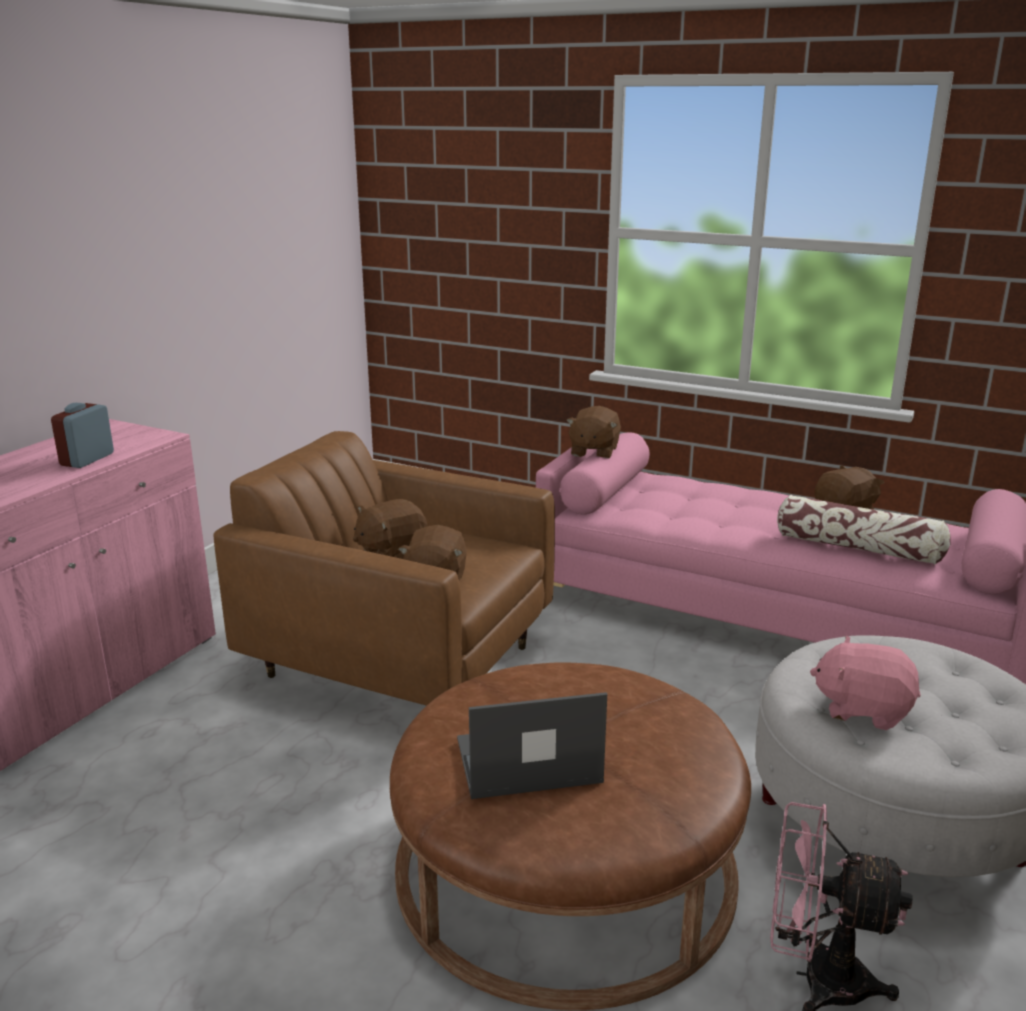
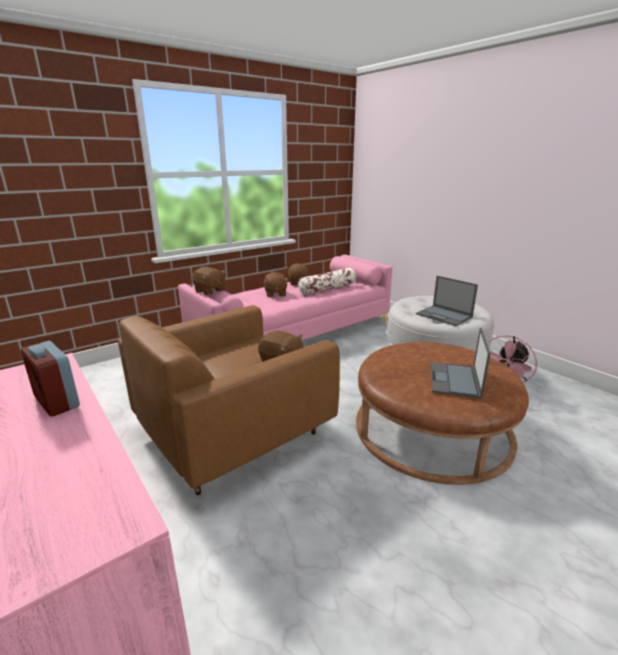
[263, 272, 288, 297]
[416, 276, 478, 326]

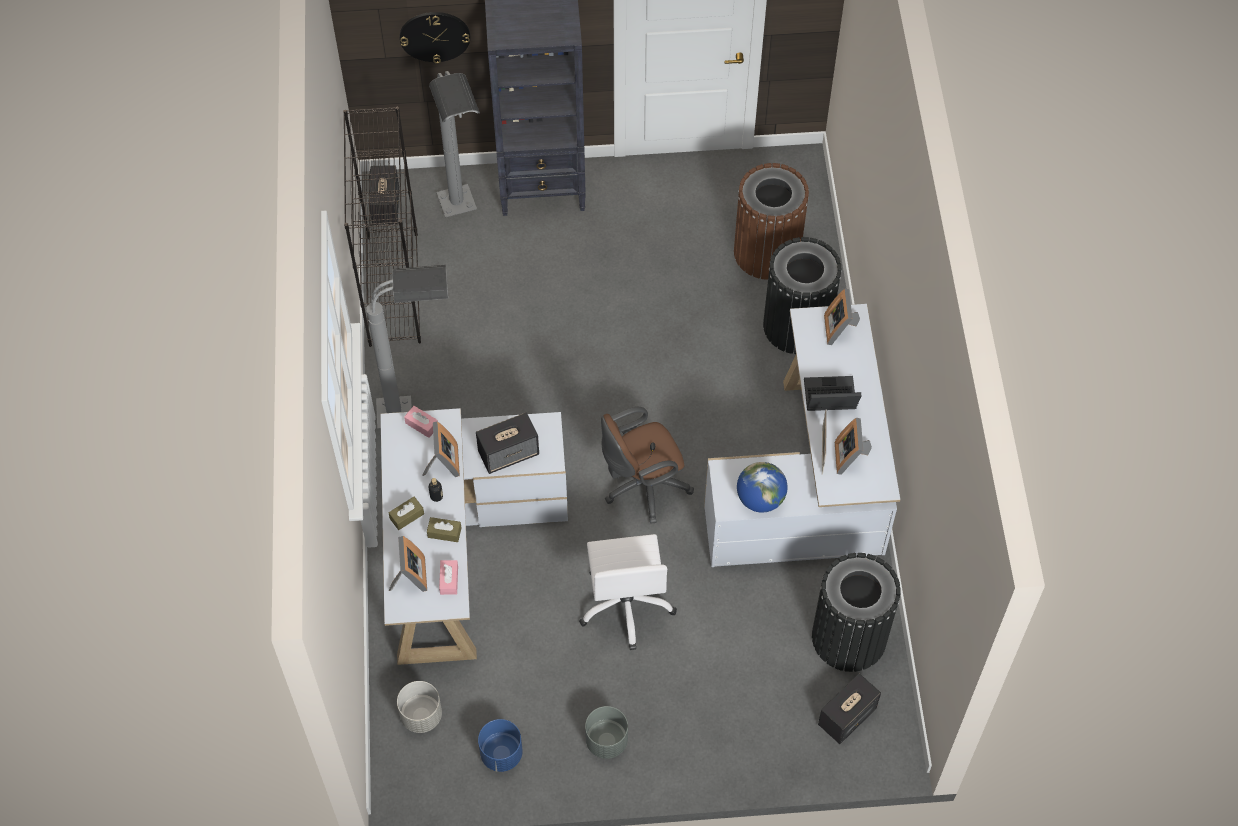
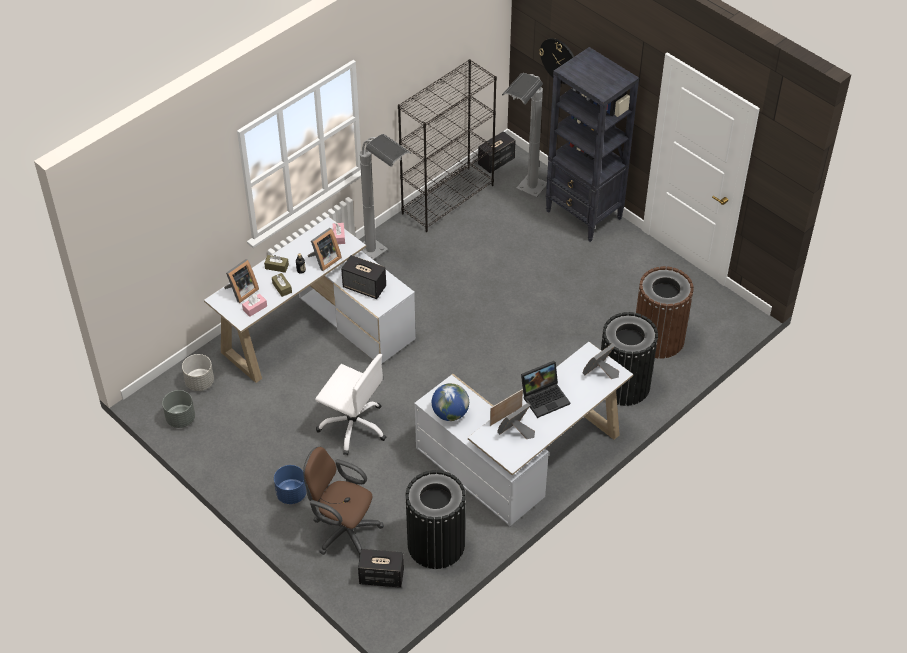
[274, 465, 307, 504]
[162, 390, 195, 428]
[303, 447, 384, 557]
[315, 354, 386, 455]
[521, 361, 570, 418]

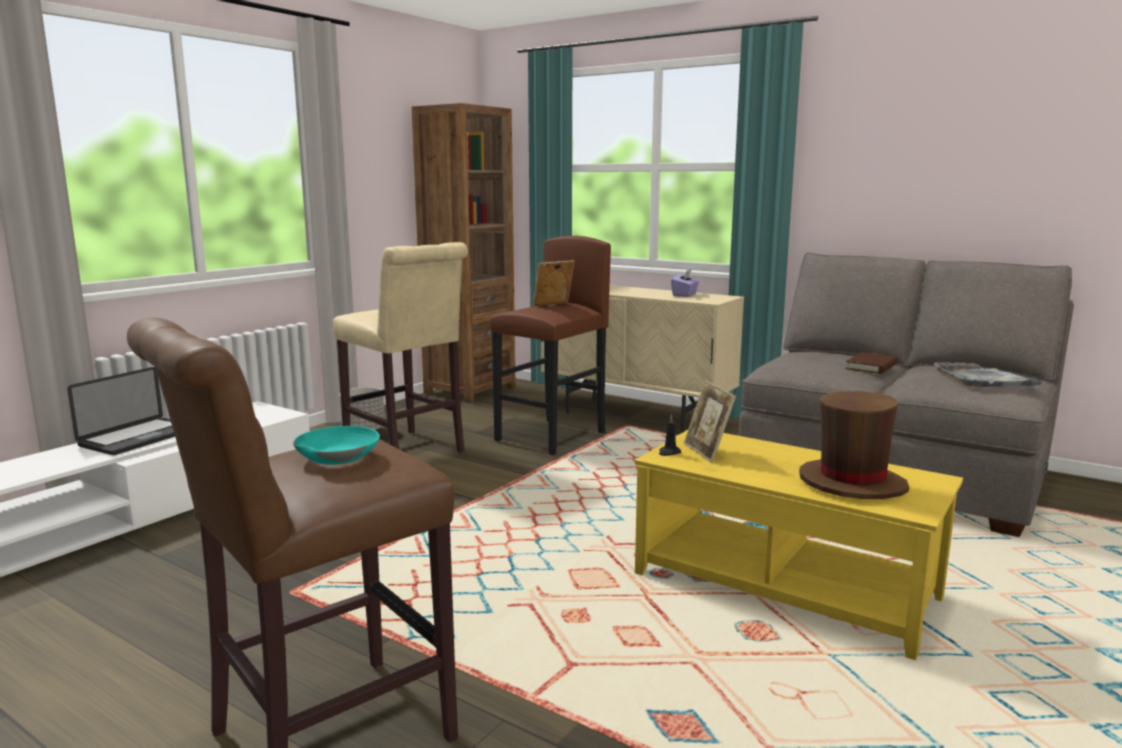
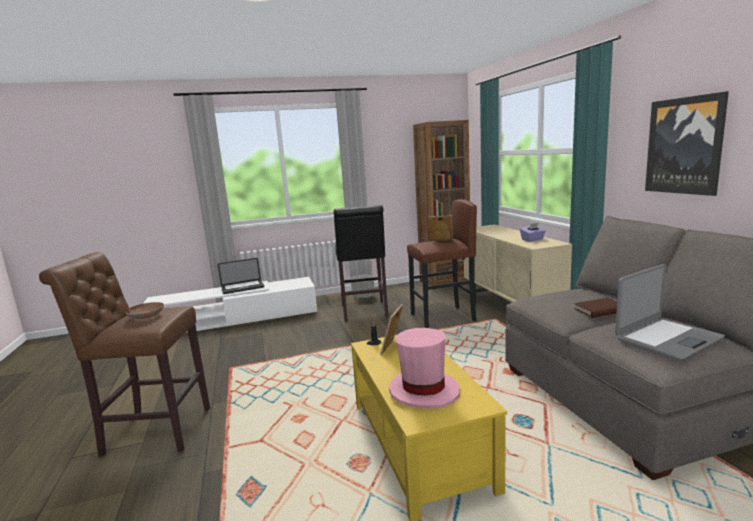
[645, 91, 729, 196]
[615, 264, 725, 360]
[126, 302, 164, 319]
[334, 205, 388, 322]
[389, 328, 459, 409]

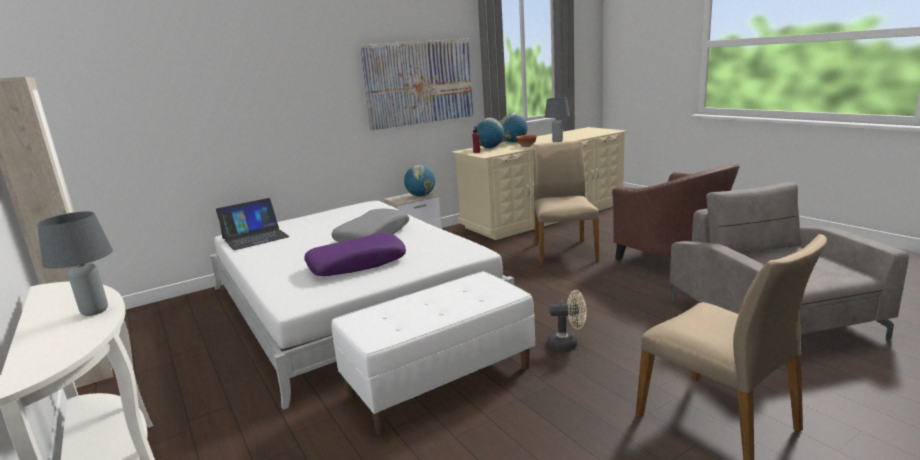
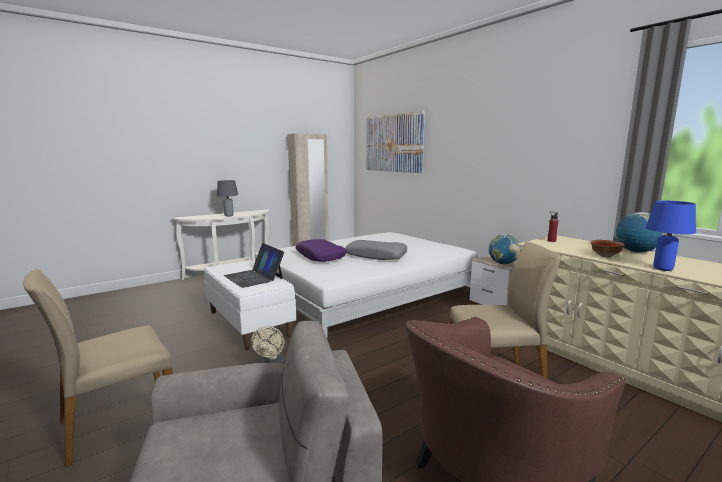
[476, 118, 505, 148] (first image)
[224, 243, 284, 288]
[366, 111, 425, 173]
[646, 200, 696, 271]

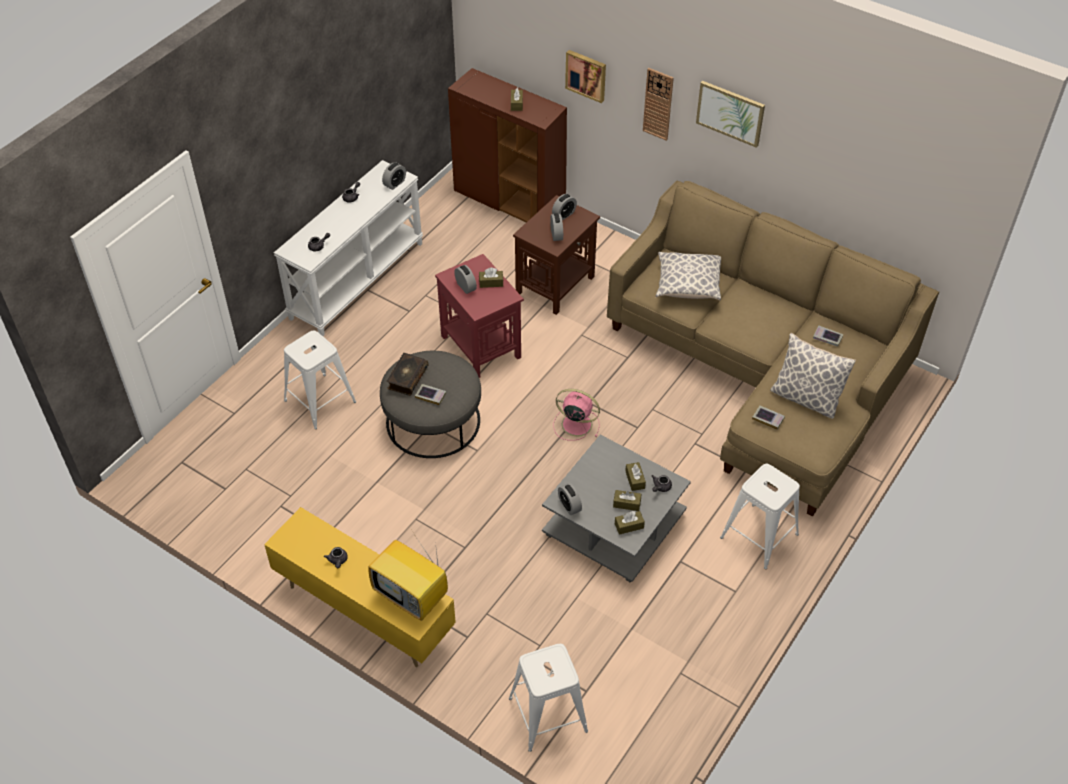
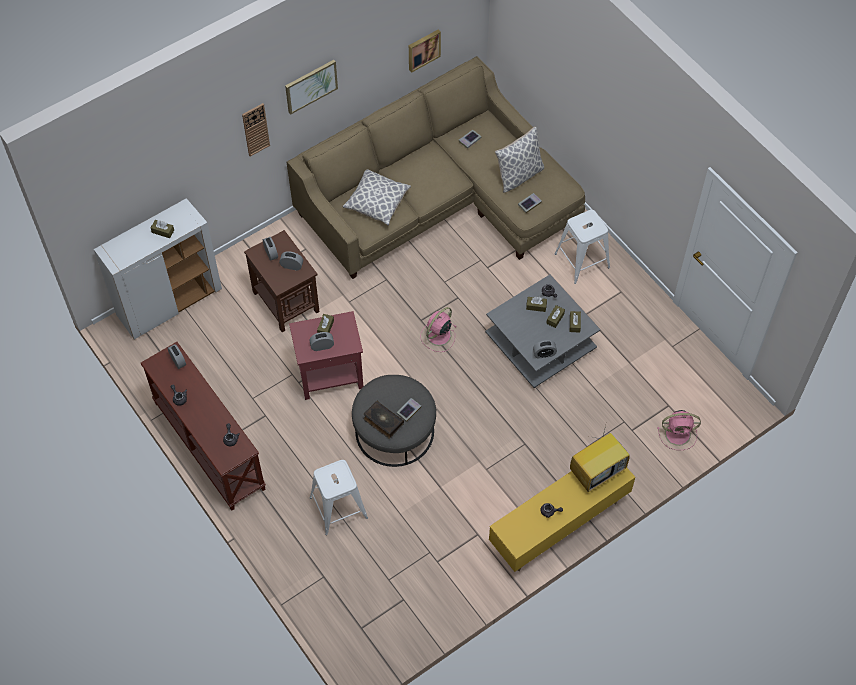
[409, 30, 441, 73]
[658, 410, 701, 450]
[141, 342, 266, 511]
[94, 198, 222, 339]

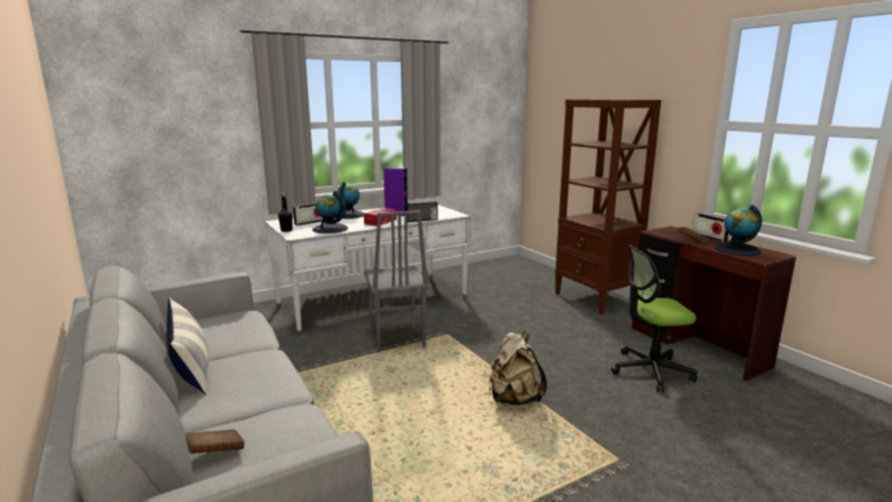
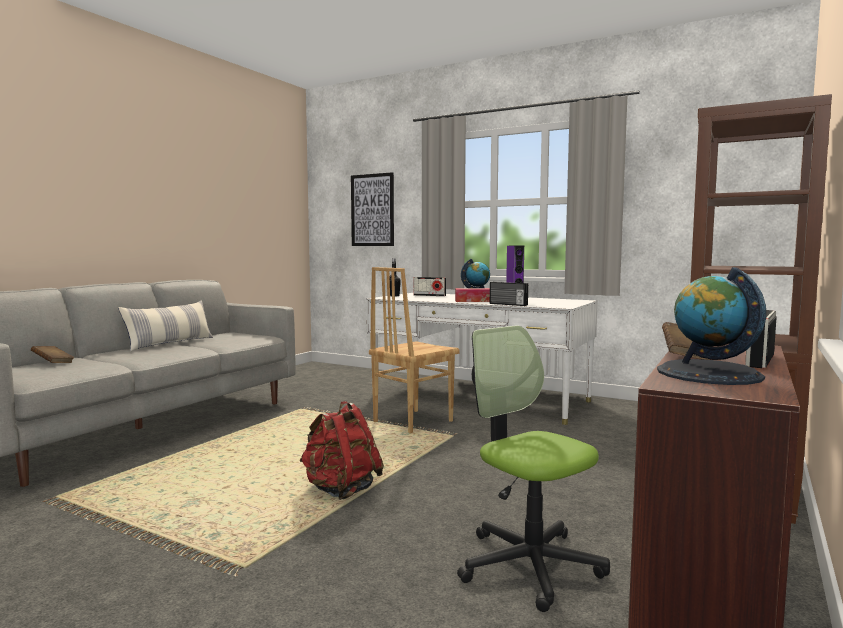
[312, 191, 348, 234] (first image)
[351, 172, 394, 246]
[369, 267, 460, 434]
[299, 401, 384, 500]

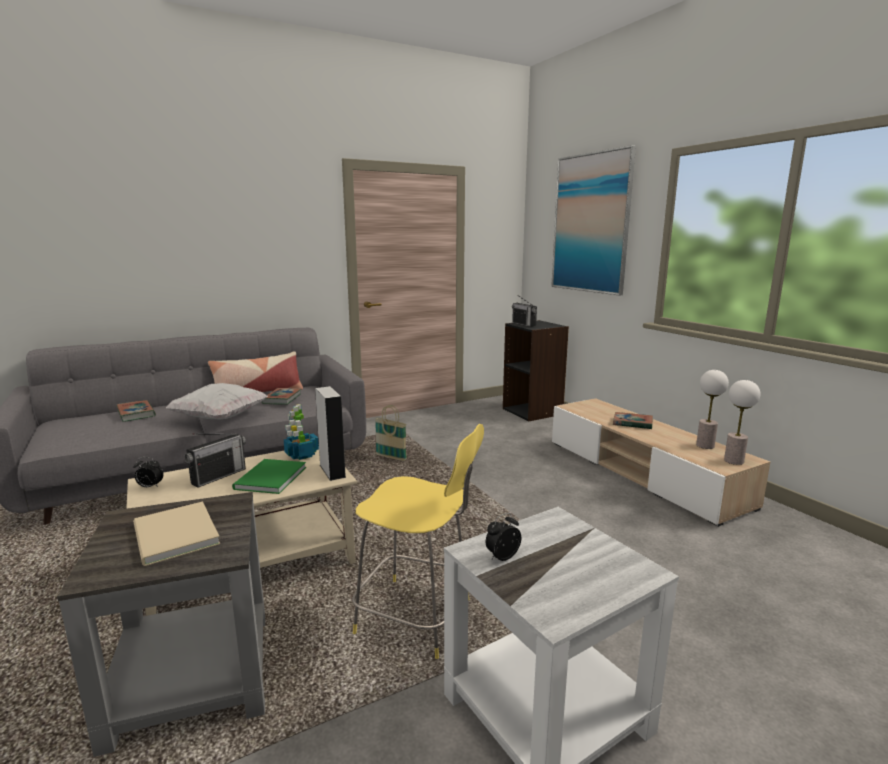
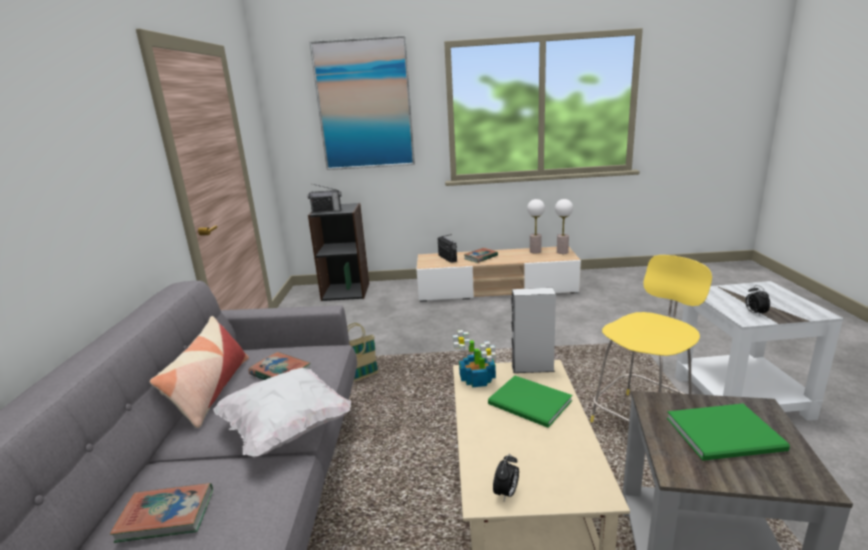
[438, 234, 457, 263]
[667, 404, 790, 461]

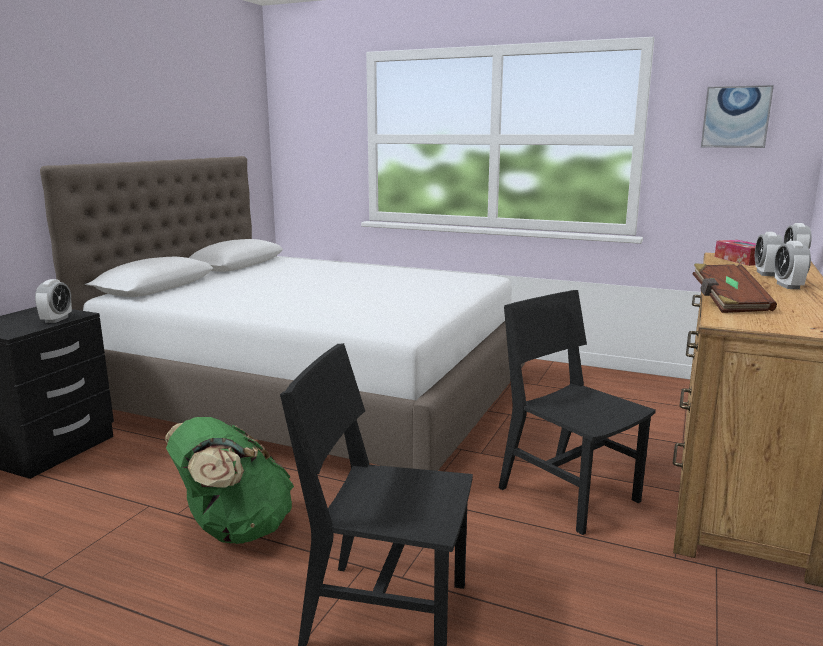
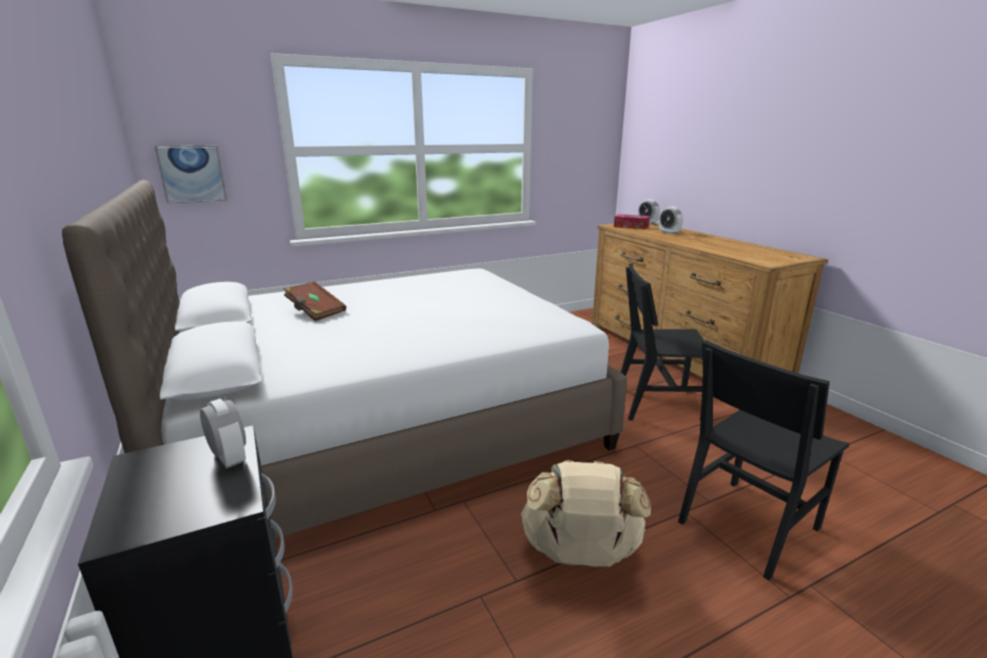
[774, 241, 811, 289] (first image)
[284, 281, 346, 321]
[154, 146, 227, 204]
[521, 460, 651, 567]

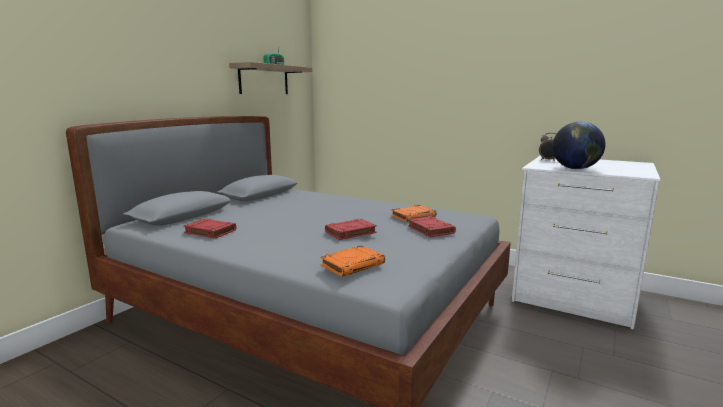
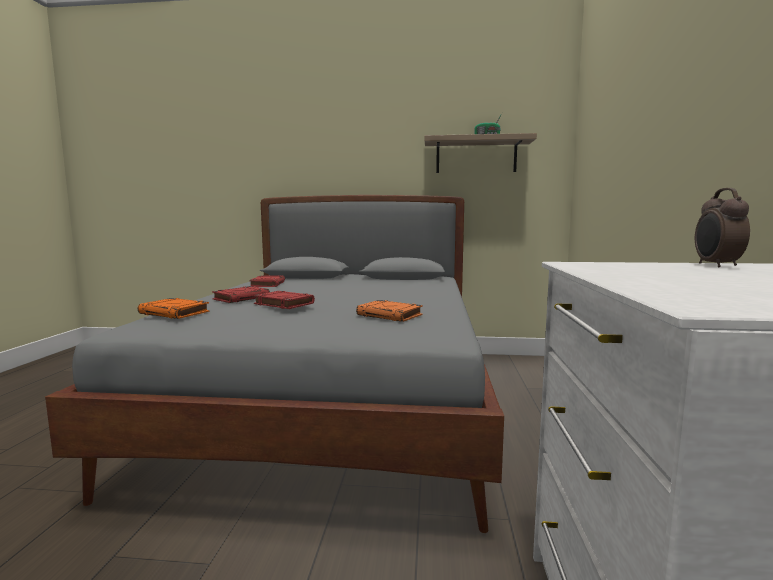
[552, 122, 606, 169] (first image)
[212, 286, 270, 303]

